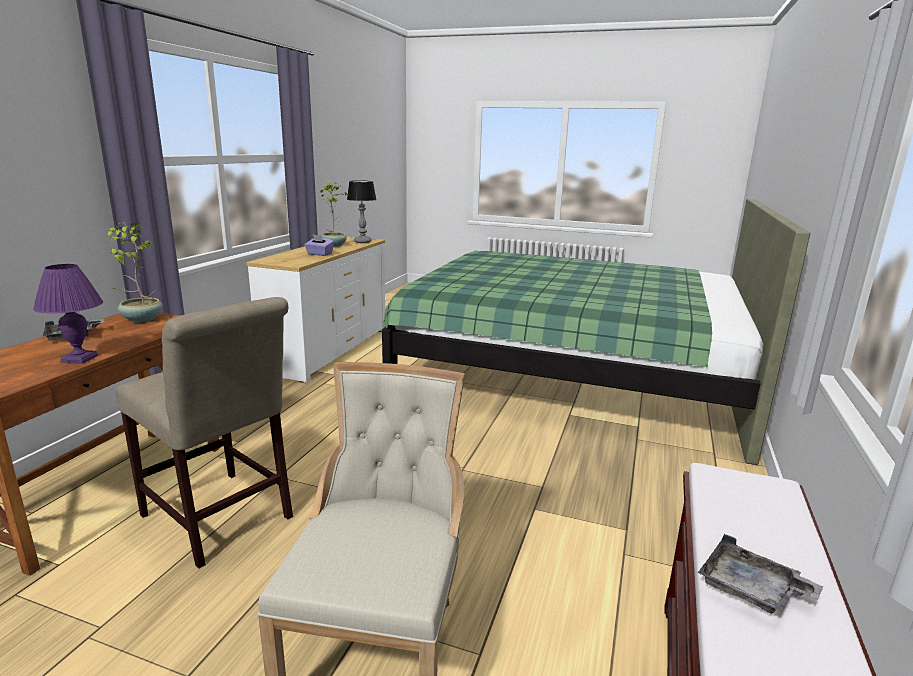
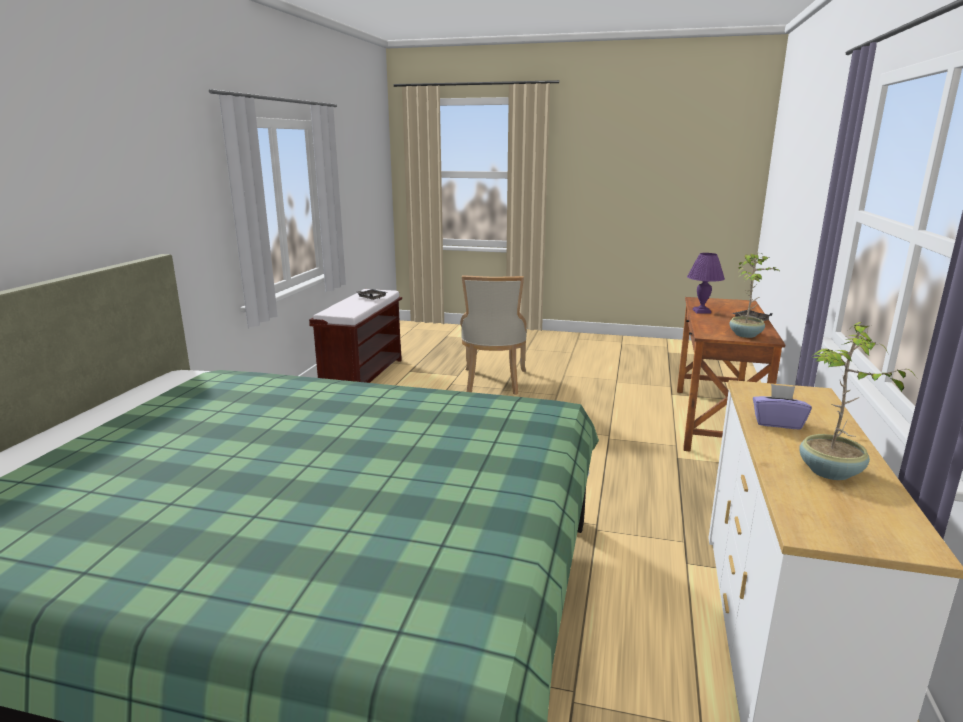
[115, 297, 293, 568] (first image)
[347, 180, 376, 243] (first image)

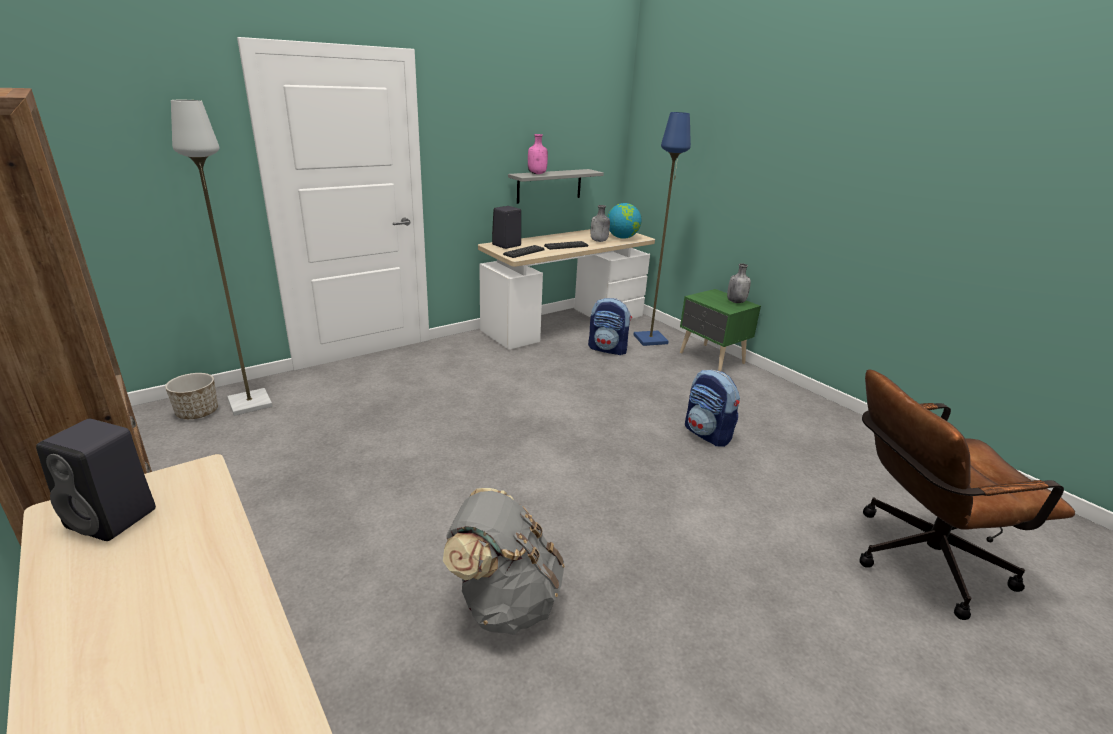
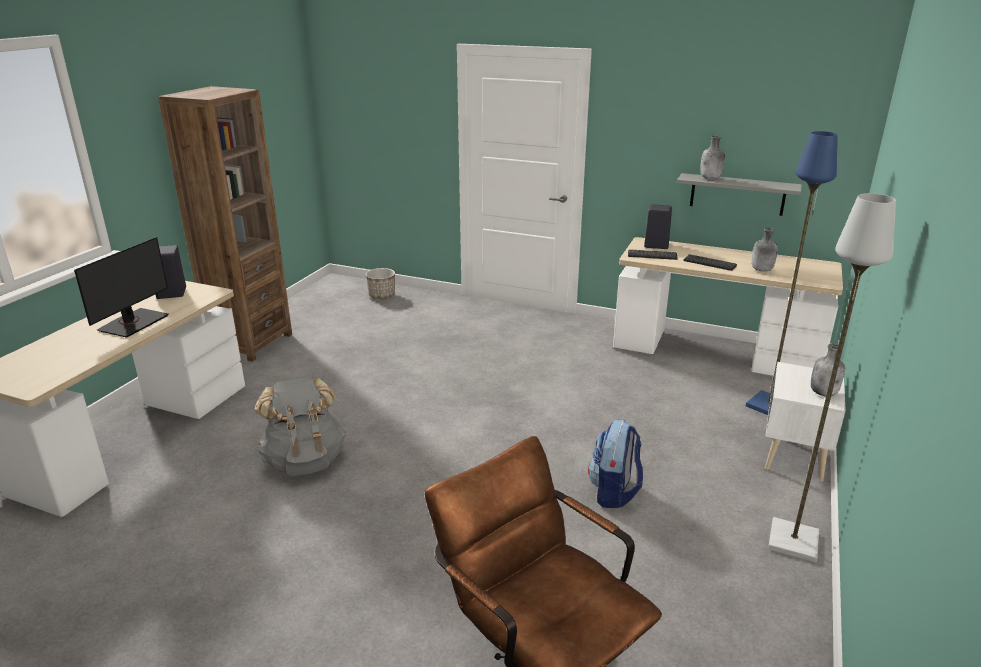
[588, 298, 632, 355] (first image)
[607, 203, 641, 239] (first image)
[74, 237, 169, 338]
[768, 193, 896, 563]
[700, 136, 725, 179]
[765, 362, 846, 482]

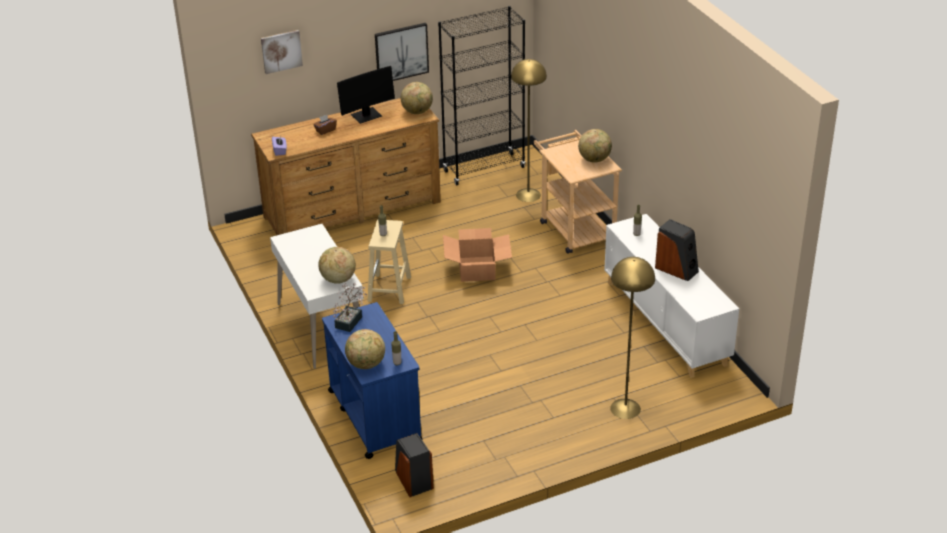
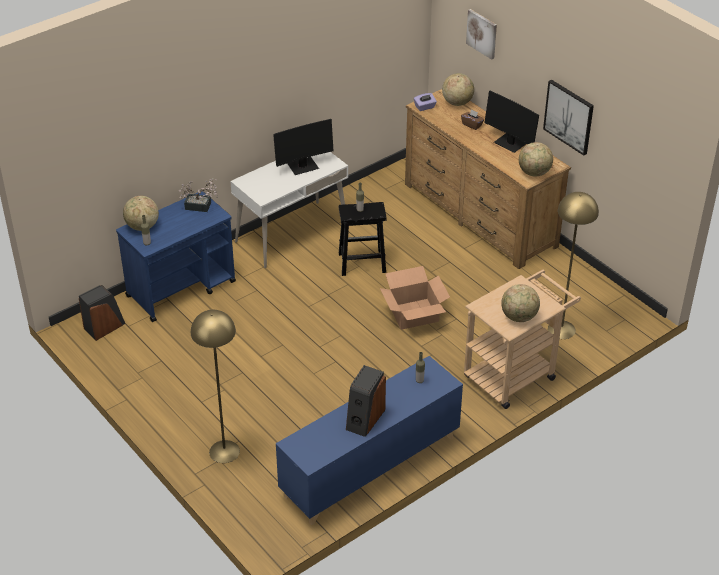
[438, 6, 525, 185] (first image)
[273, 119, 333, 175]
[442, 73, 474, 106]
[339, 202, 387, 276]
[276, 356, 463, 525]

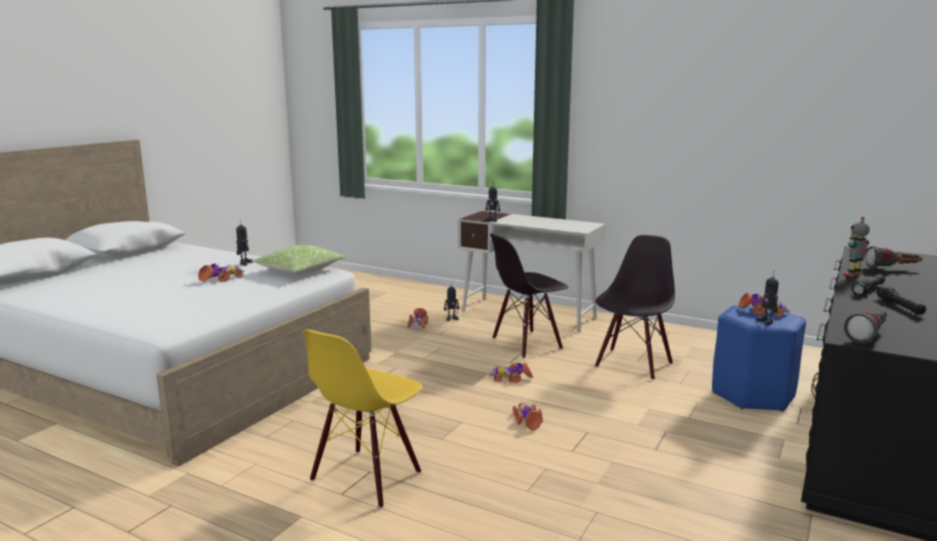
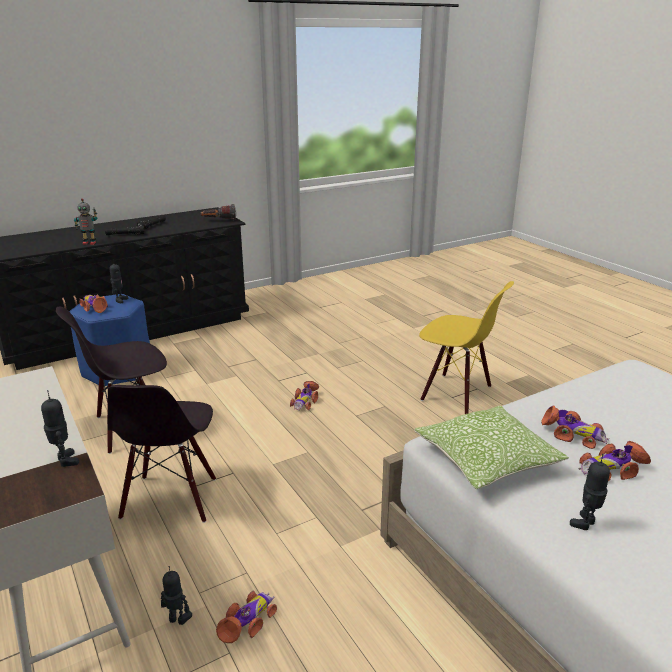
[866, 246, 922, 269] (first image)
[541, 405, 609, 449]
[419, 281, 514, 414]
[107, 385, 216, 523]

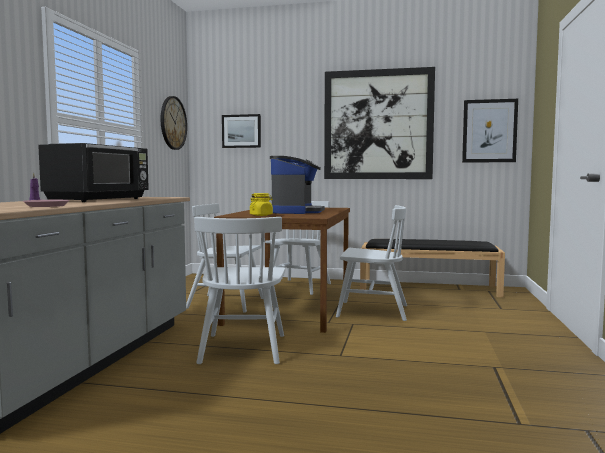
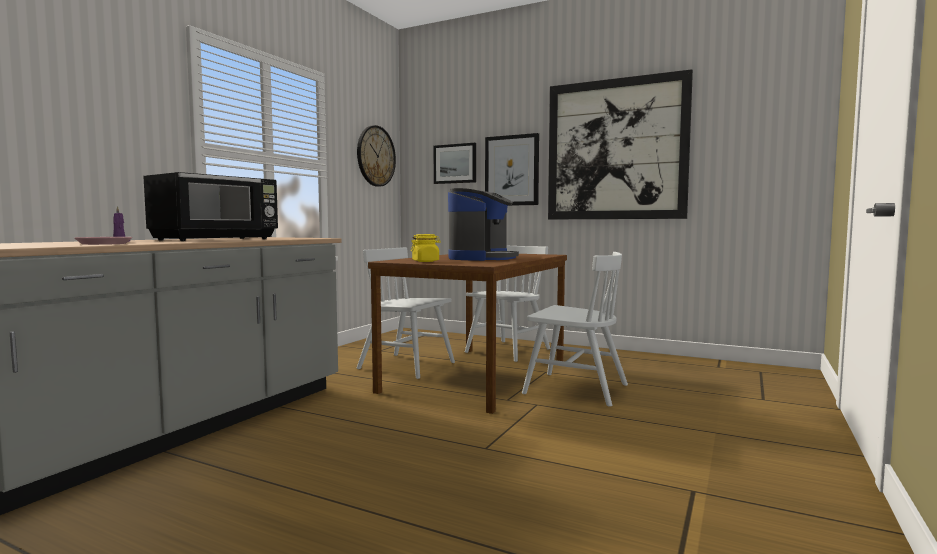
[194, 217, 285, 364] (first image)
[360, 239, 505, 298] (first image)
[485, 133, 539, 206]

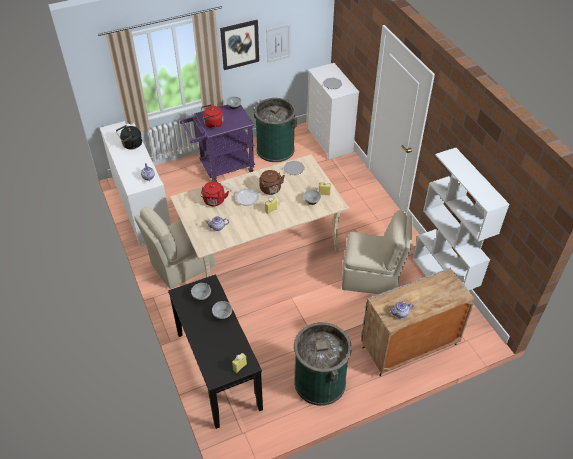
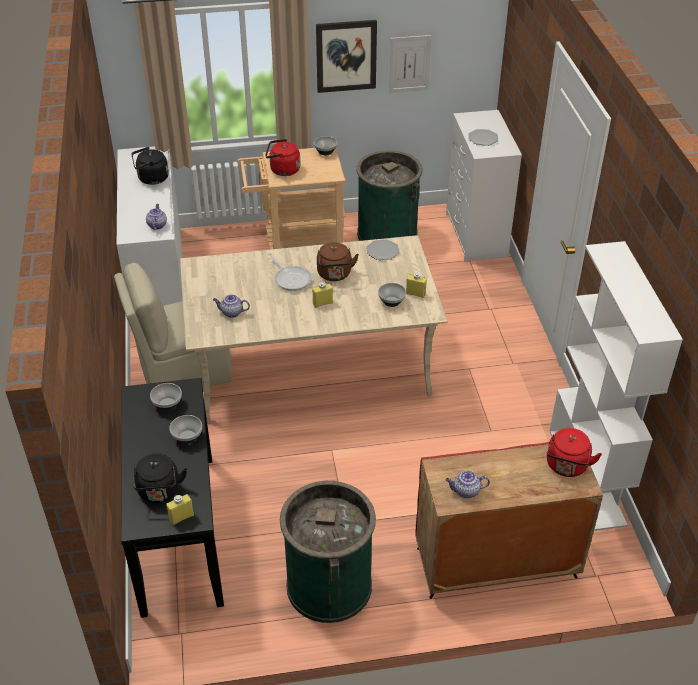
[342, 210, 413, 294] (first image)
[133, 453, 187, 503]
[547, 428, 602, 477]
[237, 148, 346, 250]
[415, 442, 603, 599]

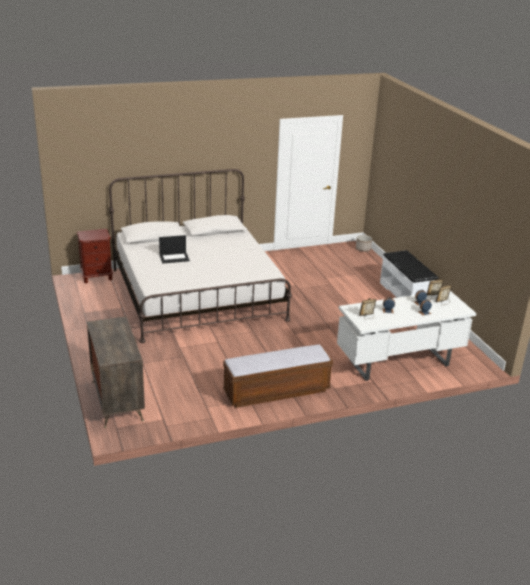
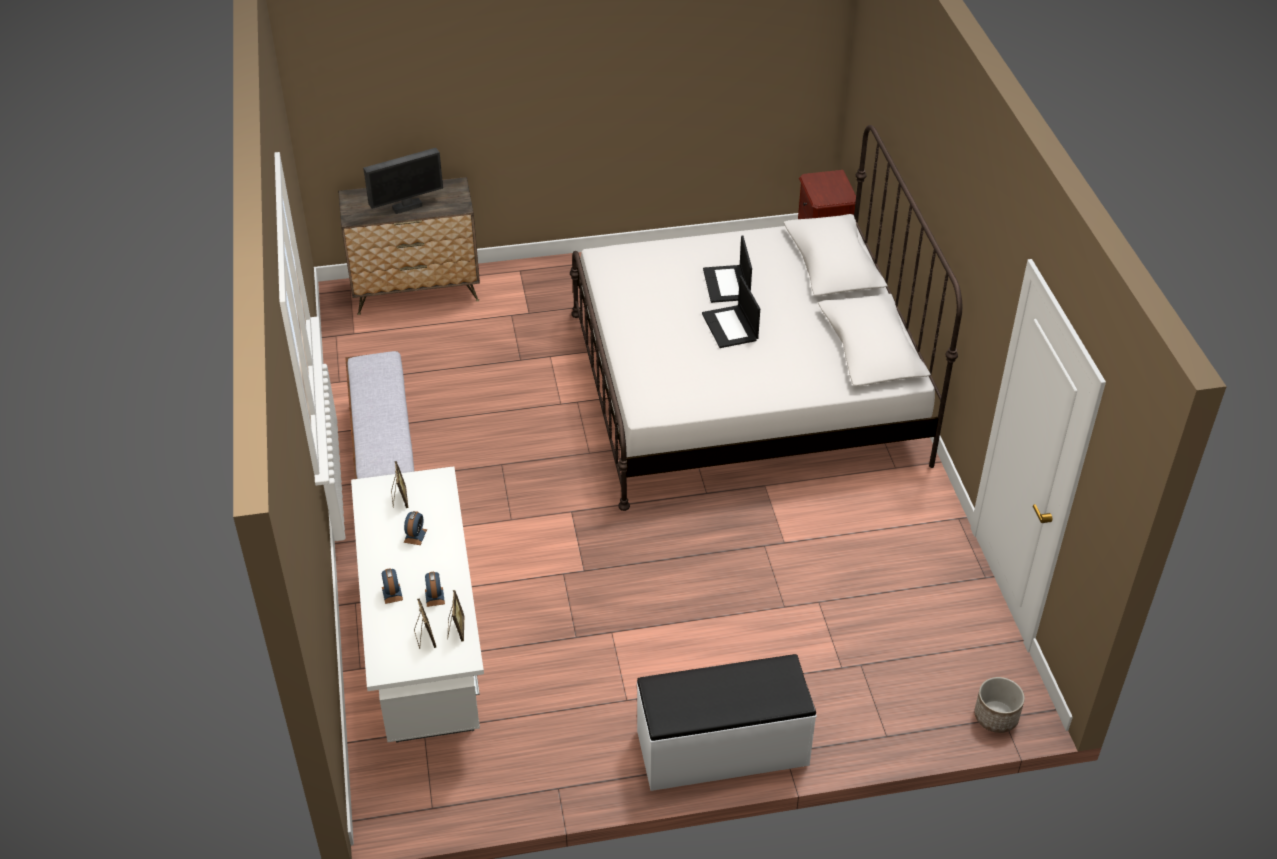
[363, 148, 443, 214]
[702, 275, 760, 348]

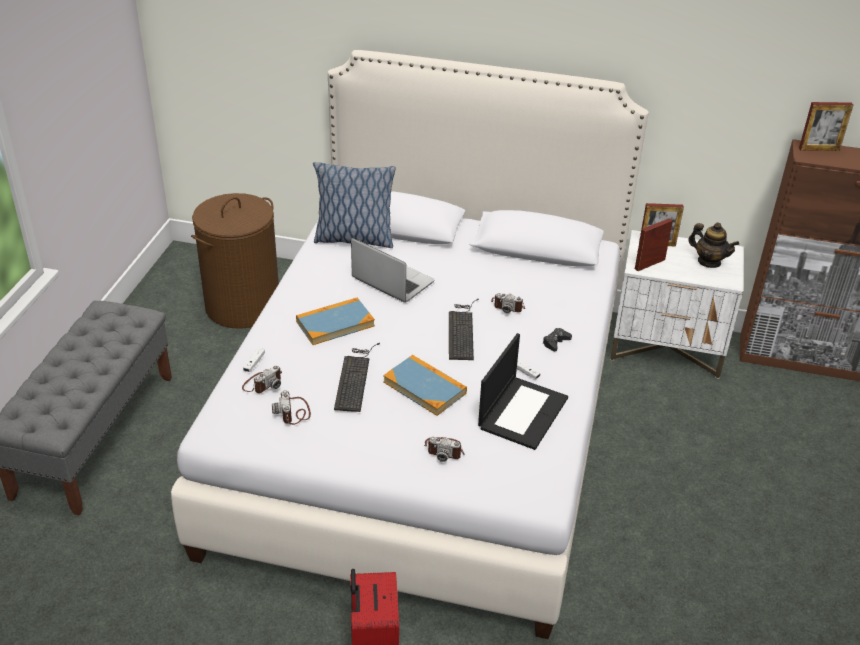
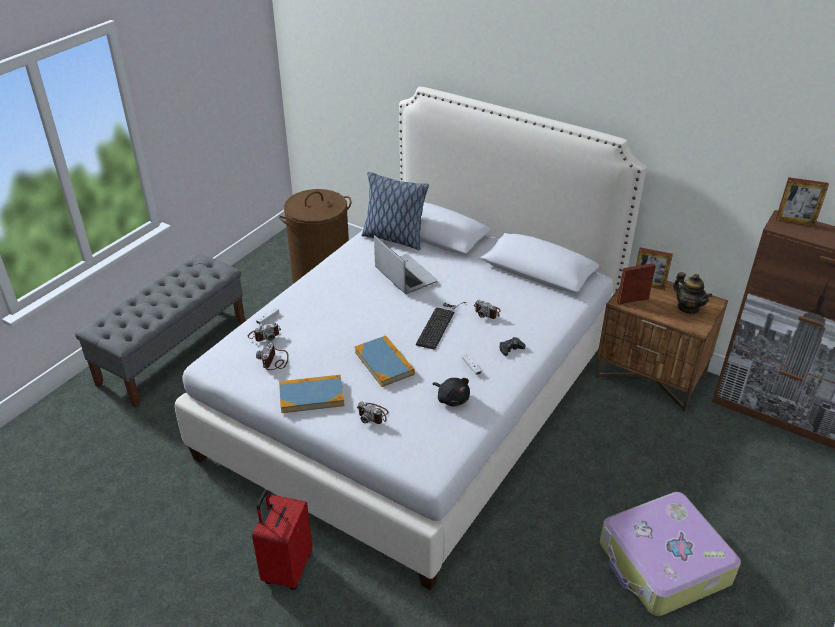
[334, 343, 380, 412] (first image)
[600, 492, 741, 616]
[279, 375, 345, 413]
[432, 378, 470, 407]
[595, 281, 728, 413]

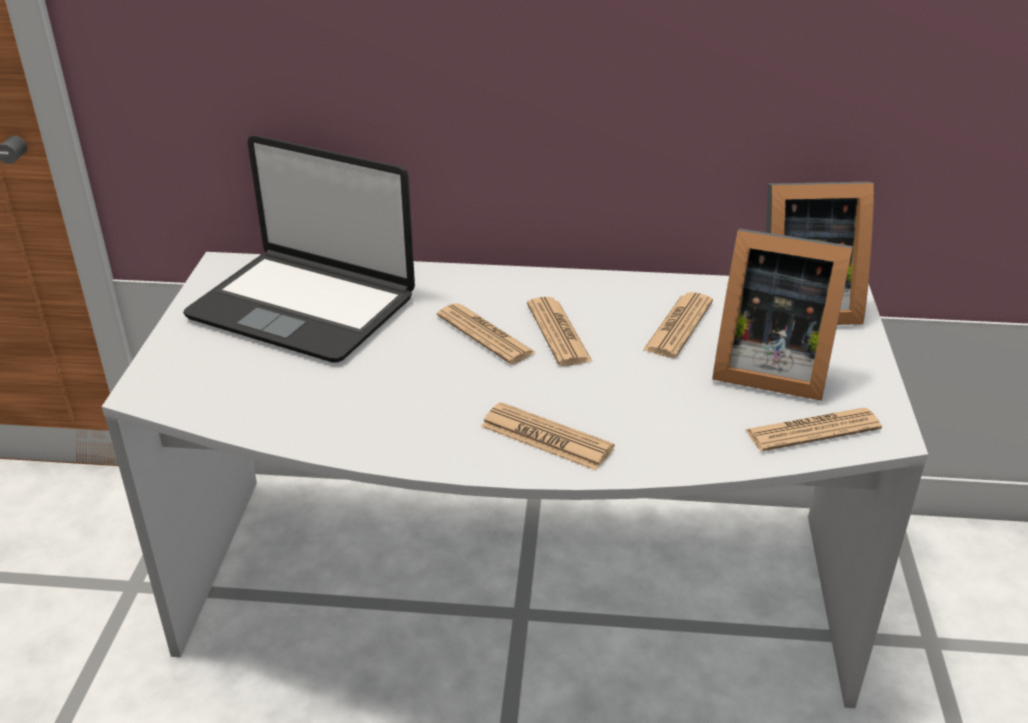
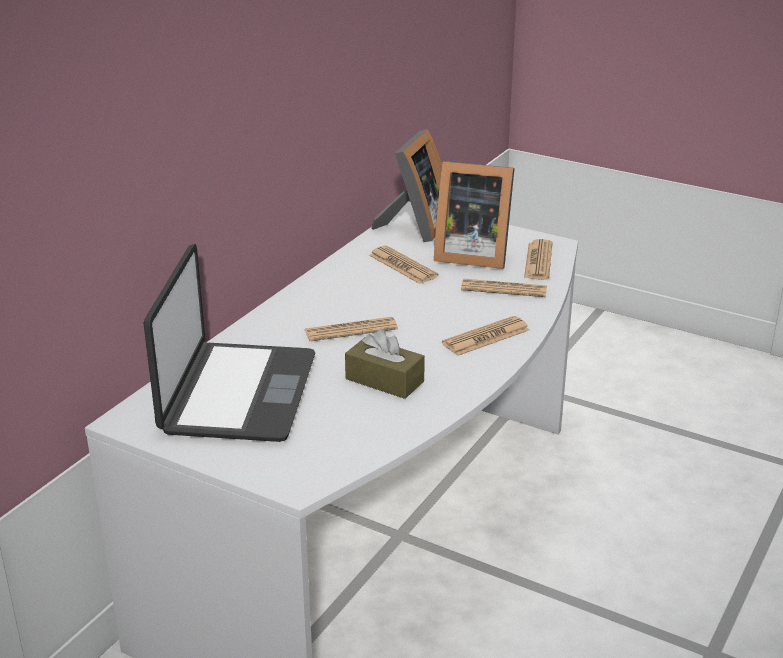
[345, 329, 425, 399]
[461, 279, 547, 297]
[143, 244, 315, 442]
[434, 161, 515, 269]

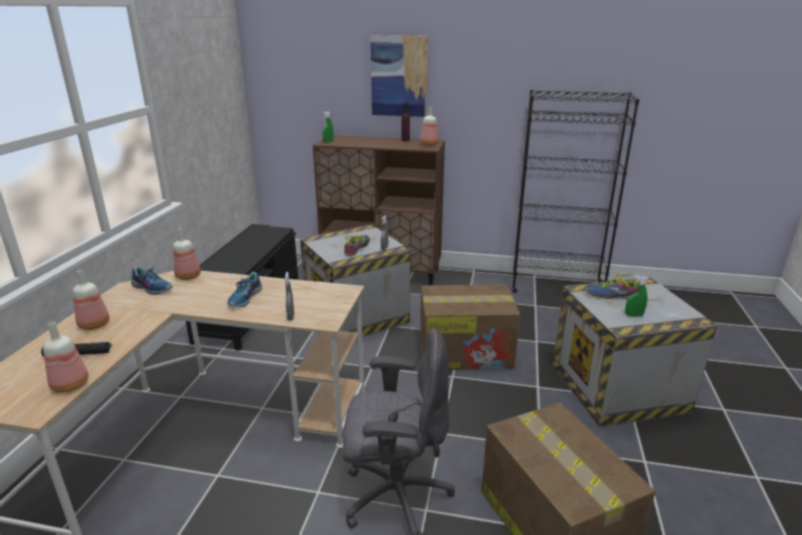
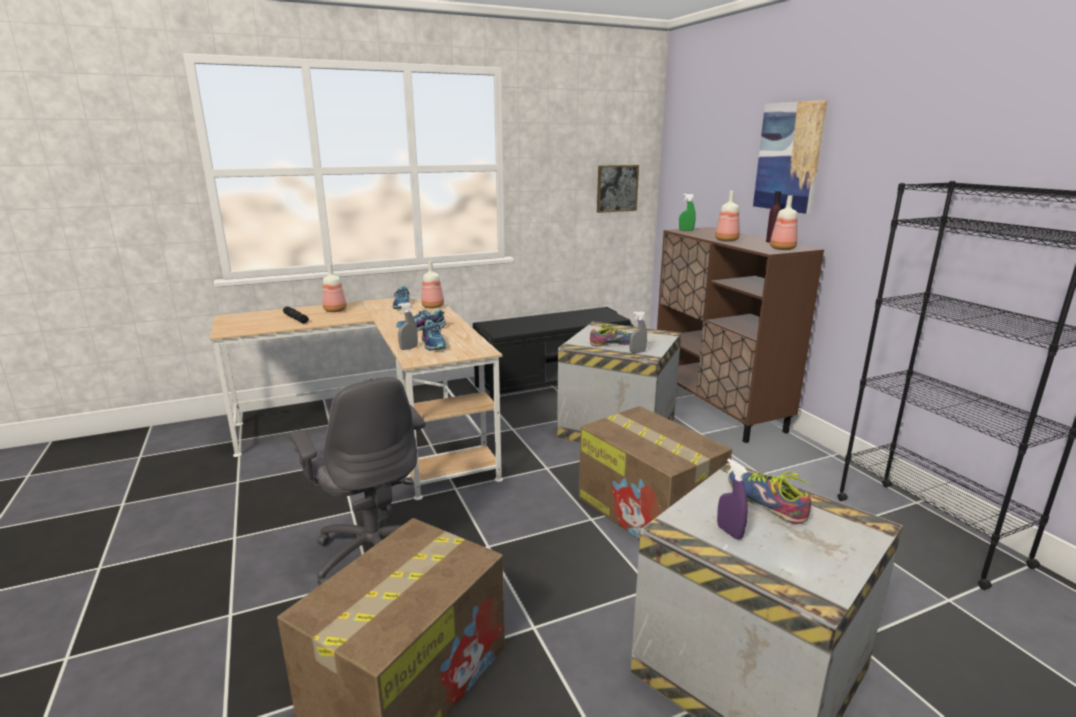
[422, 320, 447, 351]
[597, 165, 639, 213]
[715, 191, 740, 241]
[717, 459, 748, 539]

